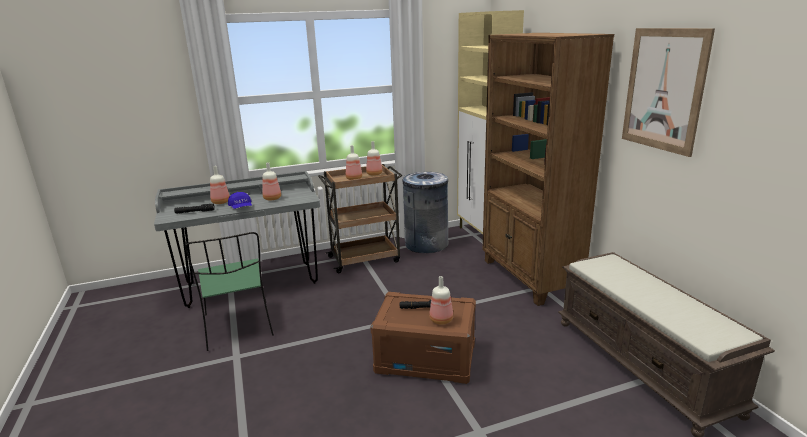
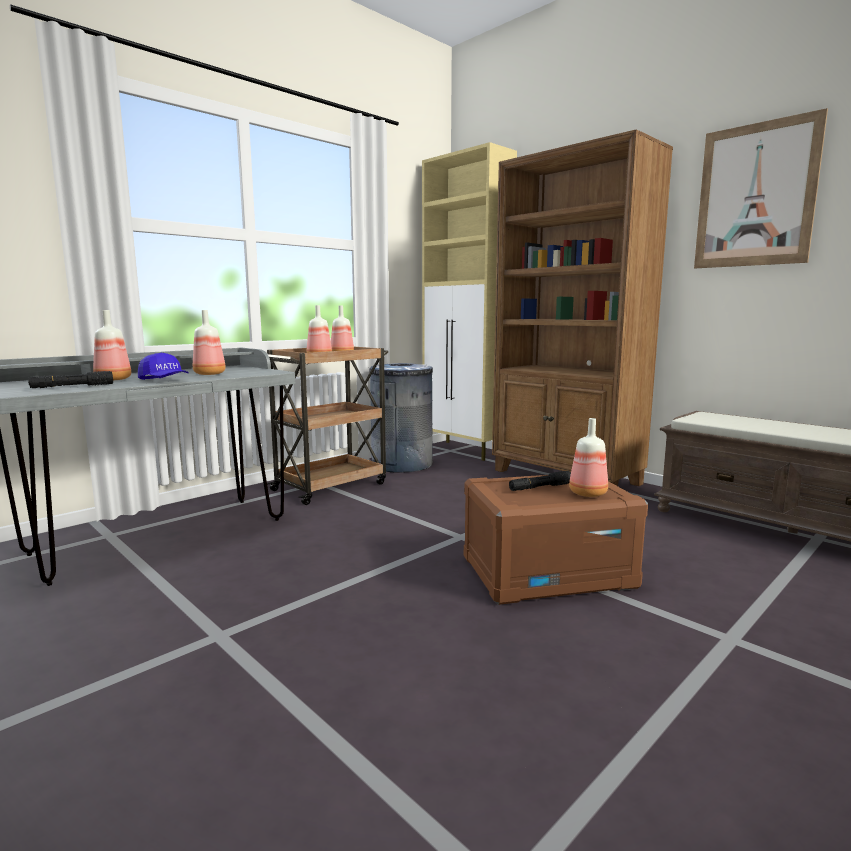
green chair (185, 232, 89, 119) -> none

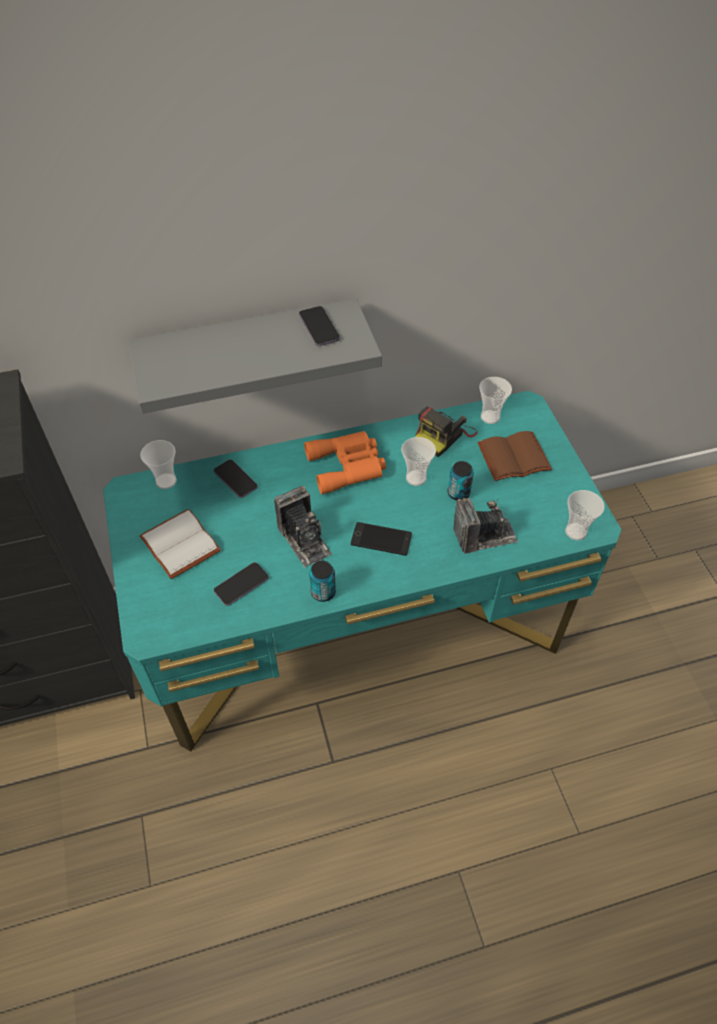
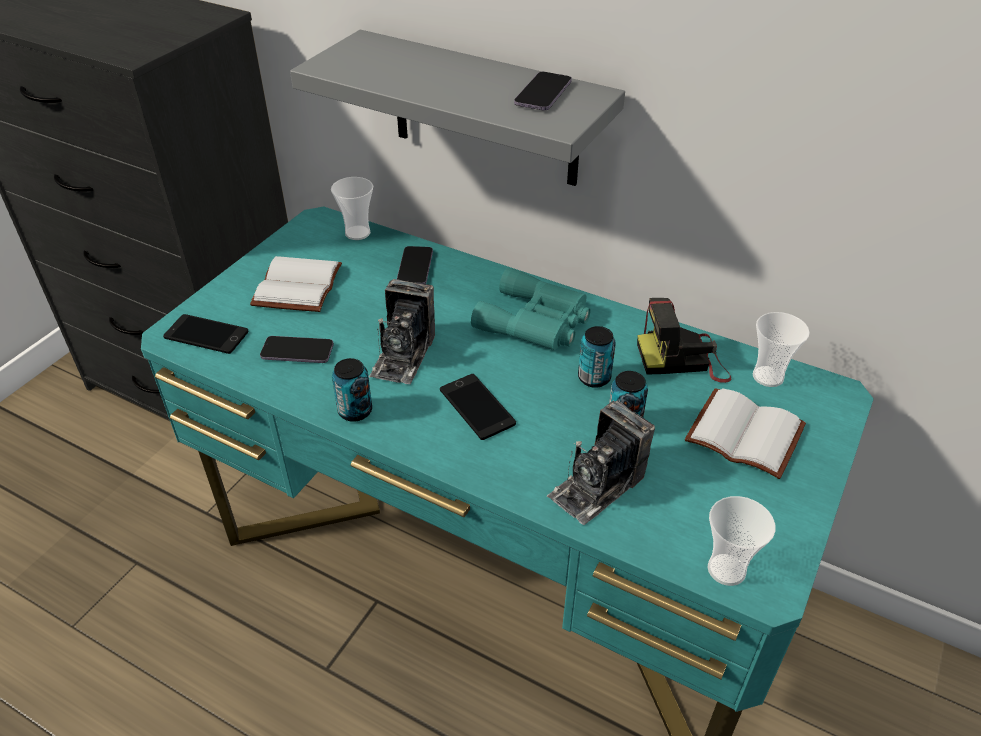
orange binoculars (304, 431, 82, 63) -> turquoise binoculars (471, 268, 120, 82)
cup (401, 437, 35, 49) -> can (578, 326, 38, 62)
photo camera (453, 498, 65, 56) -> photo camera (547, 401, 108, 124), 105 degrees clockwise
brown book (477, 431, 75, 50) -> white book (685, 388, 121, 91)
none -> phone (163, 314, 86, 40)

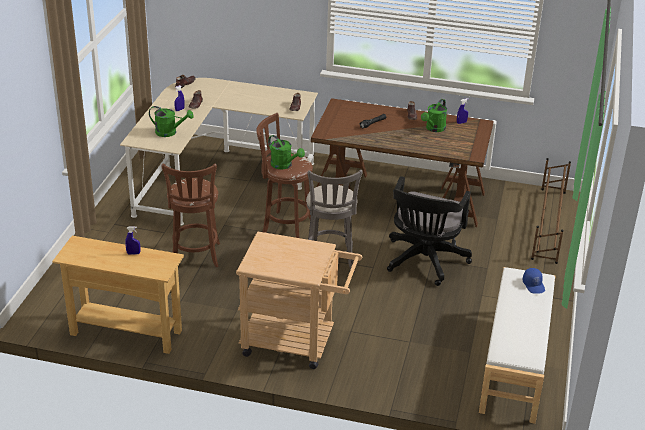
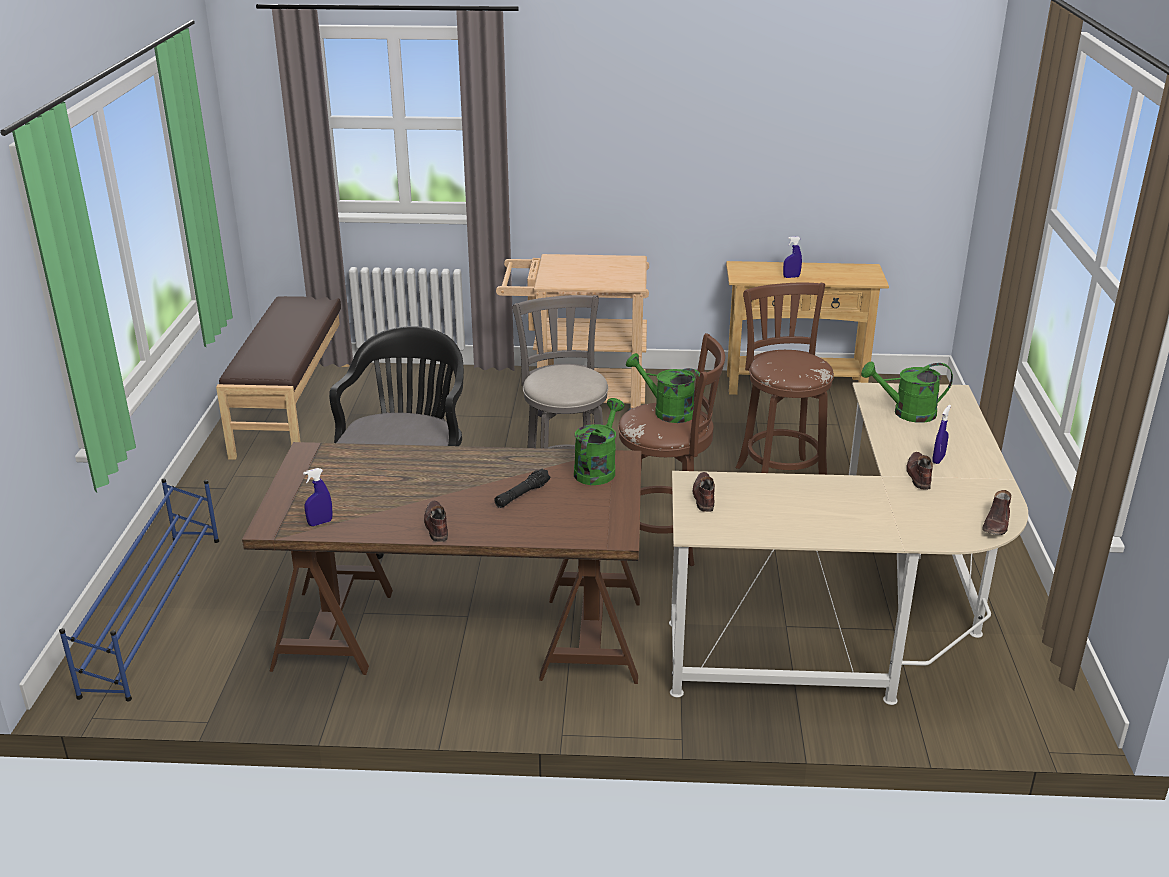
green watering can (421, 99, 26, 33) -> green watering can (574, 398, 51, 87), move
white bench (479, 267, 77, 157) -> brown bench (216, 296, 133, 164)
blue cap (523, 268, 22, 26) -> none
brown shoe rack (531, 158, 40, 106) -> blue shoe rack (59, 479, 160, 222)

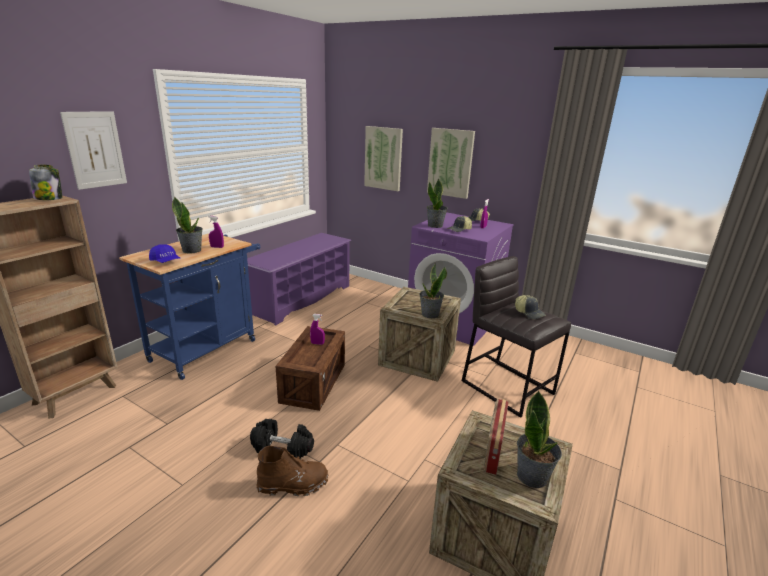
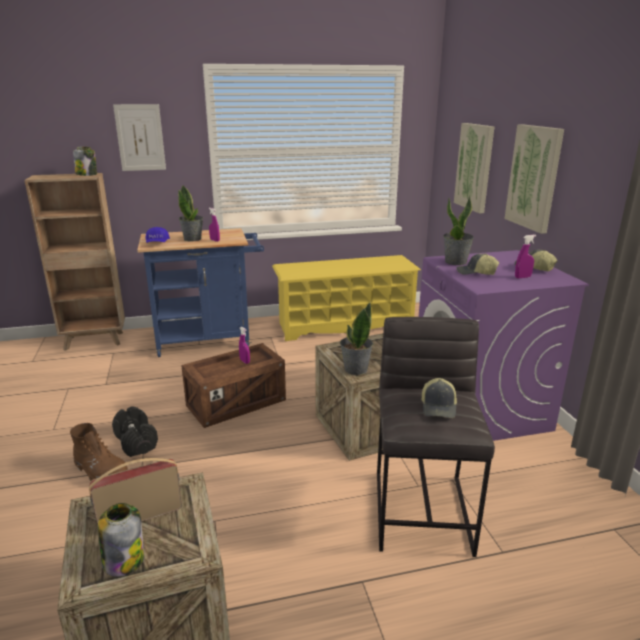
purple shoe rack (247, 233, 104, 92) -> yellow shoe rack (272, 255, 149, 86)
potted plant (517, 391, 45, 97) -> jar (98, 503, 46, 74)

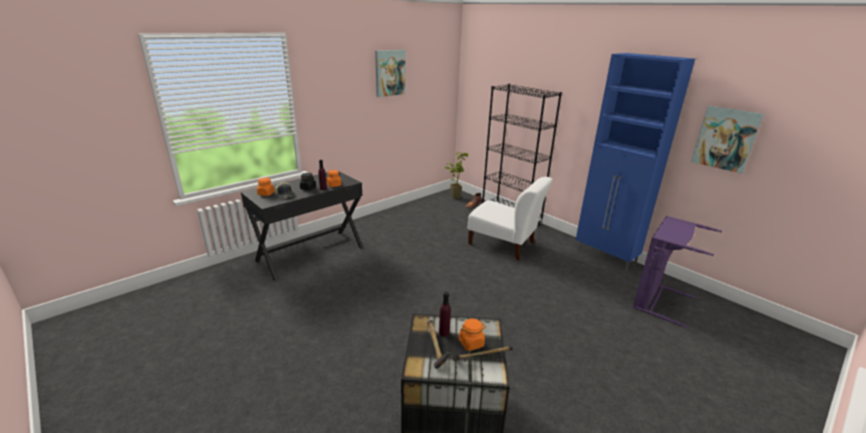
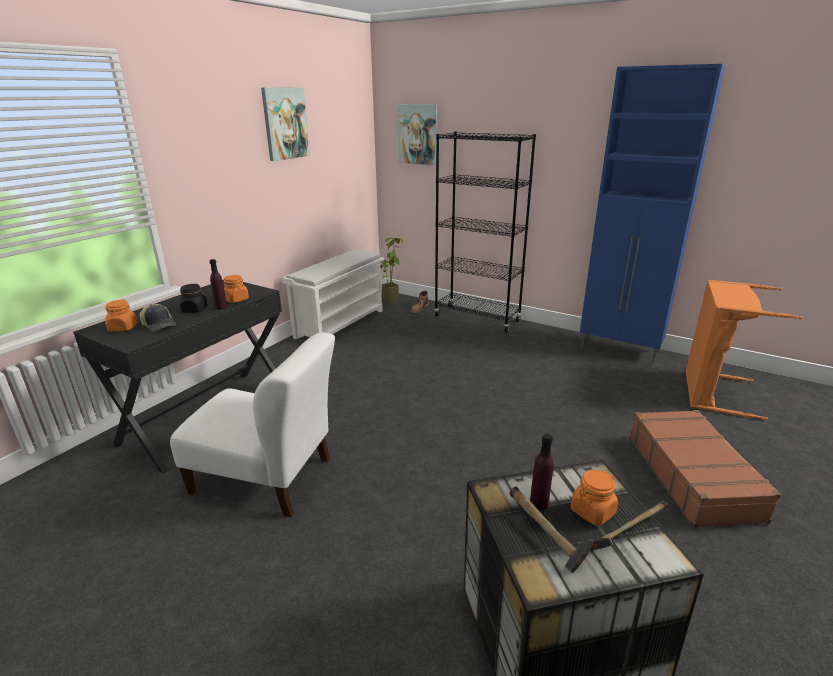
white chair (468, 177, 85, 83) -> white chair (170, 333, 165, 184), move
purple laundry basket (633, 216, 89, 112) -> orange laundry basket (685, 280, 117, 140)
picture (691, 106, 73, 68) -> picture (397, 104, 41, 61), move
none -> white shoe rack (282, 249, 102, 90)
none -> brown suitcase (630, 410, 151, 117)

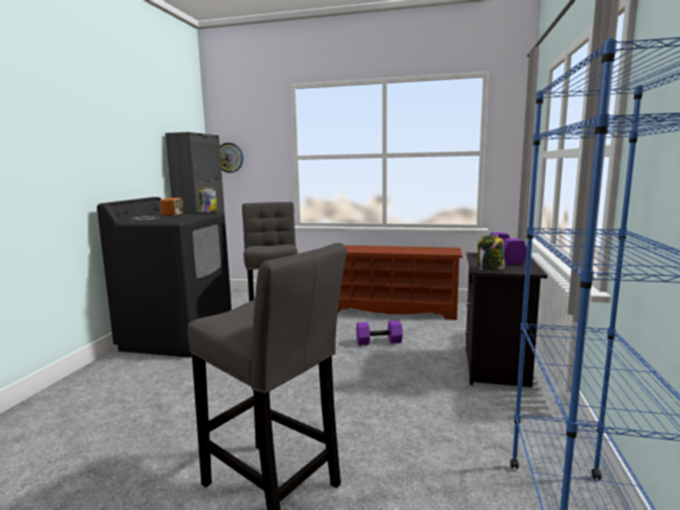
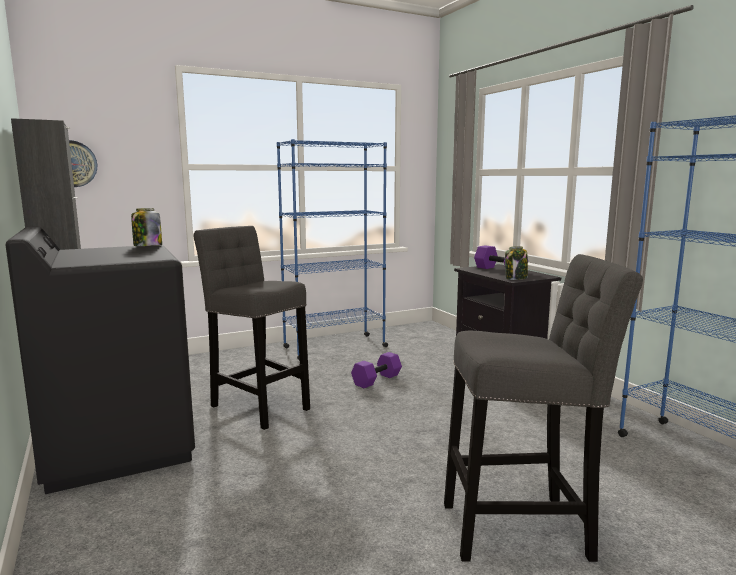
radio (132, 198, 52, 22) -> none
brown shoe rack (338, 245, 125, 75) -> blue bookcase (277, 139, 111, 222)

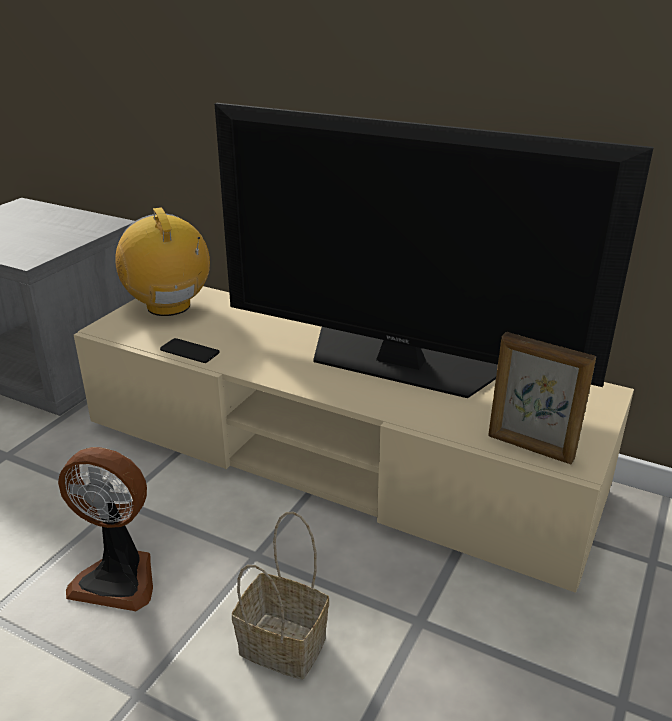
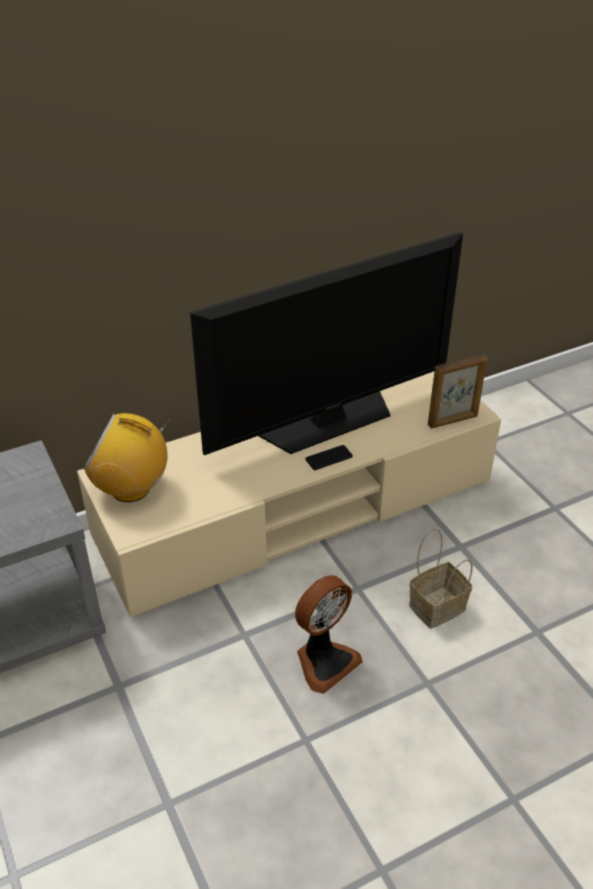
phone (160, 338, 60, 25) -> phone (305, 445, 48, 25), move

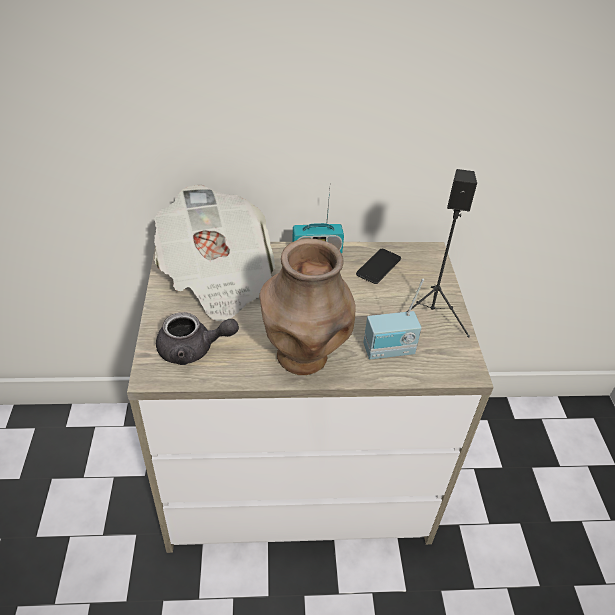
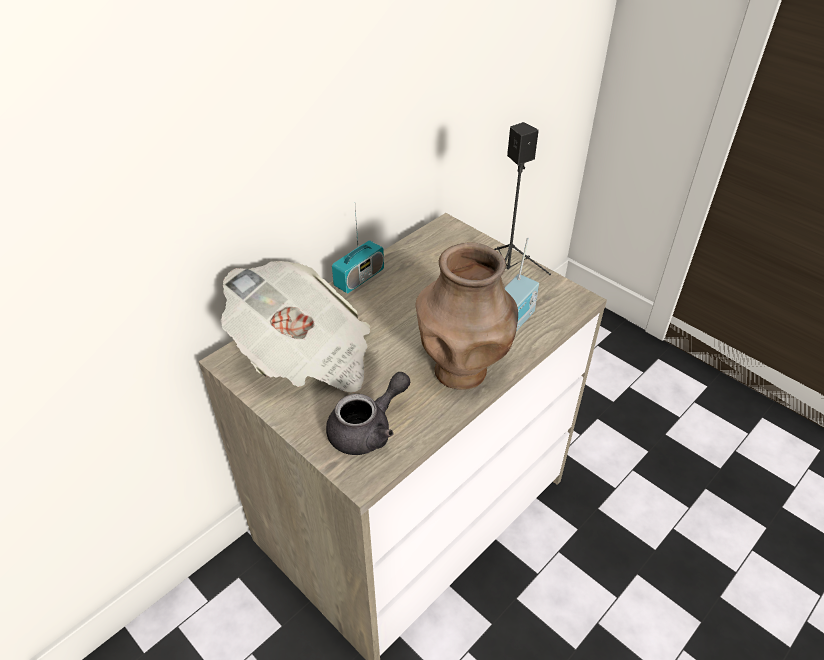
phone (356, 249, 45, 35) -> none

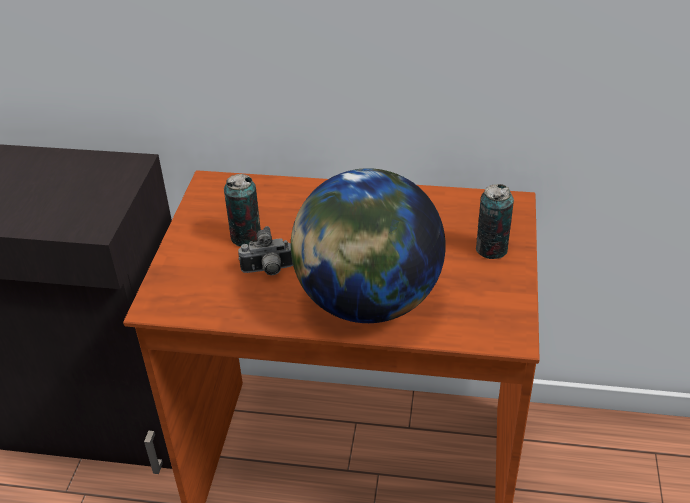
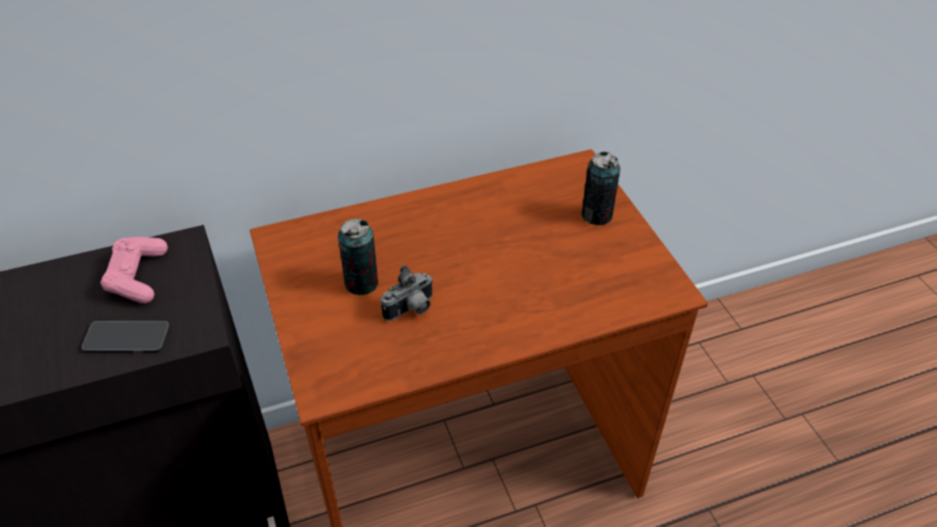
globe (291, 168, 154, 155) -> none
none -> phone (81, 321, 89, 31)
none -> pink game controller (100, 237, 68, 67)

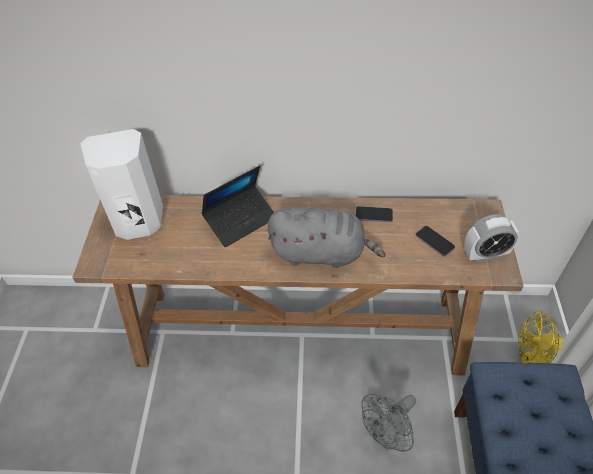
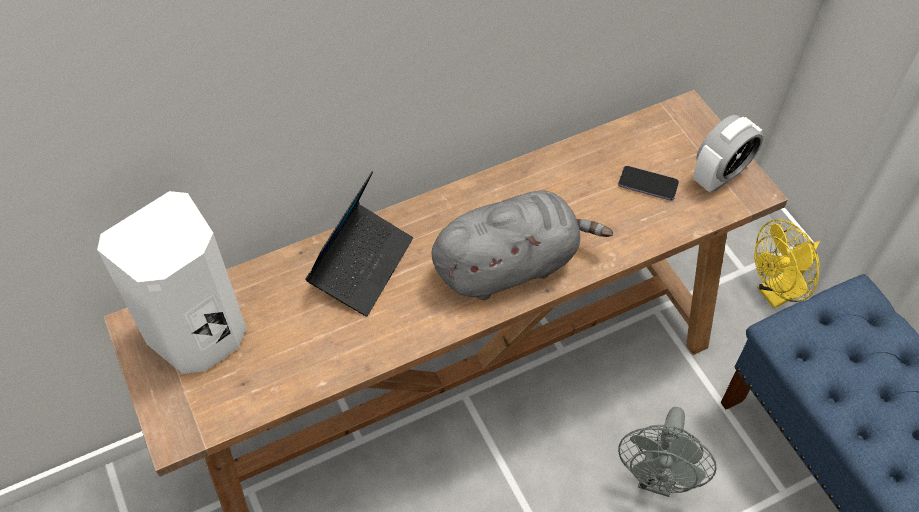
phone (356, 206, 37, 16) -> none

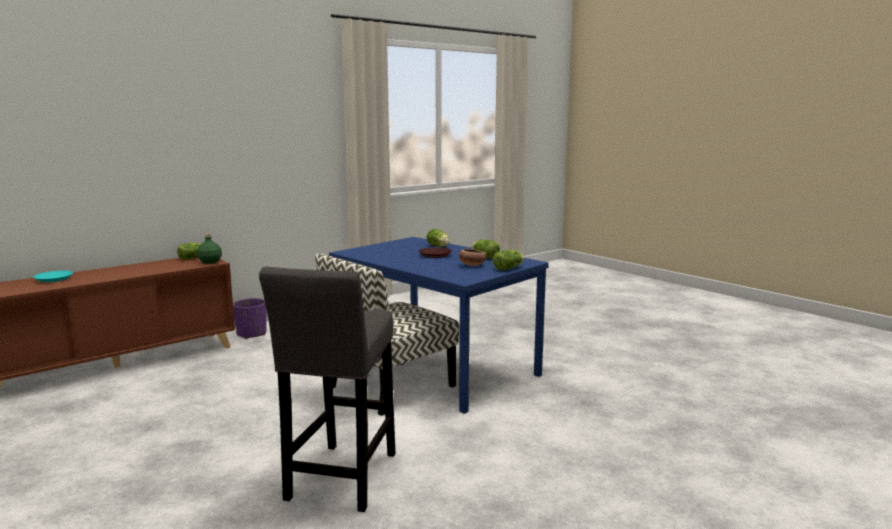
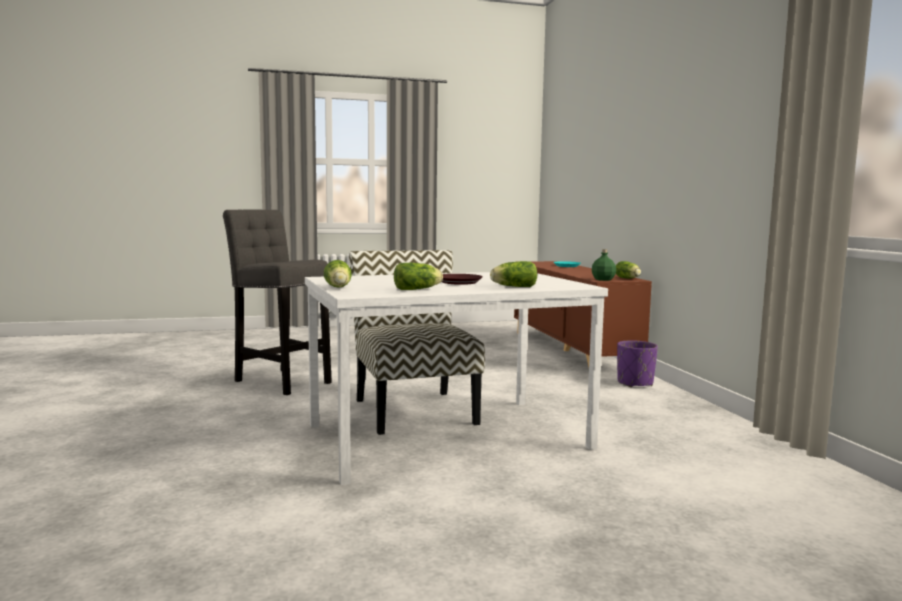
blue dining table (329, 237, 220, 177) -> white dining table (305, 272, 303, 213)
bowl (459, 249, 28, 17) -> none

